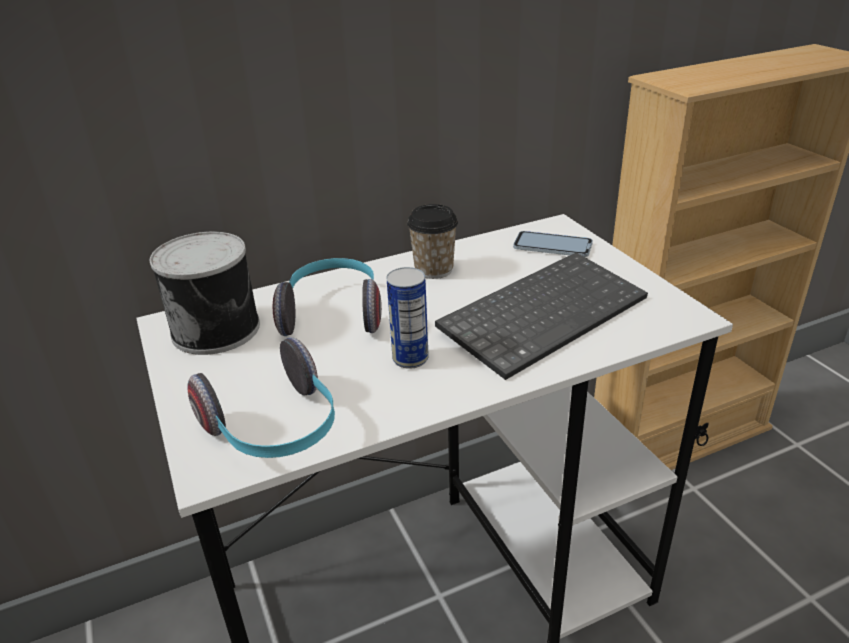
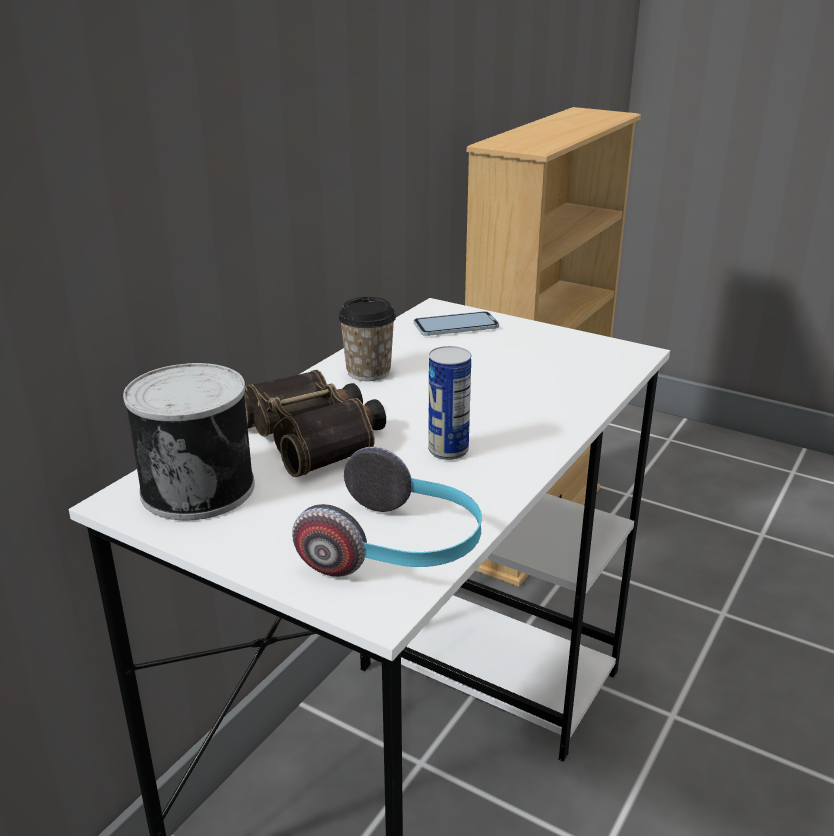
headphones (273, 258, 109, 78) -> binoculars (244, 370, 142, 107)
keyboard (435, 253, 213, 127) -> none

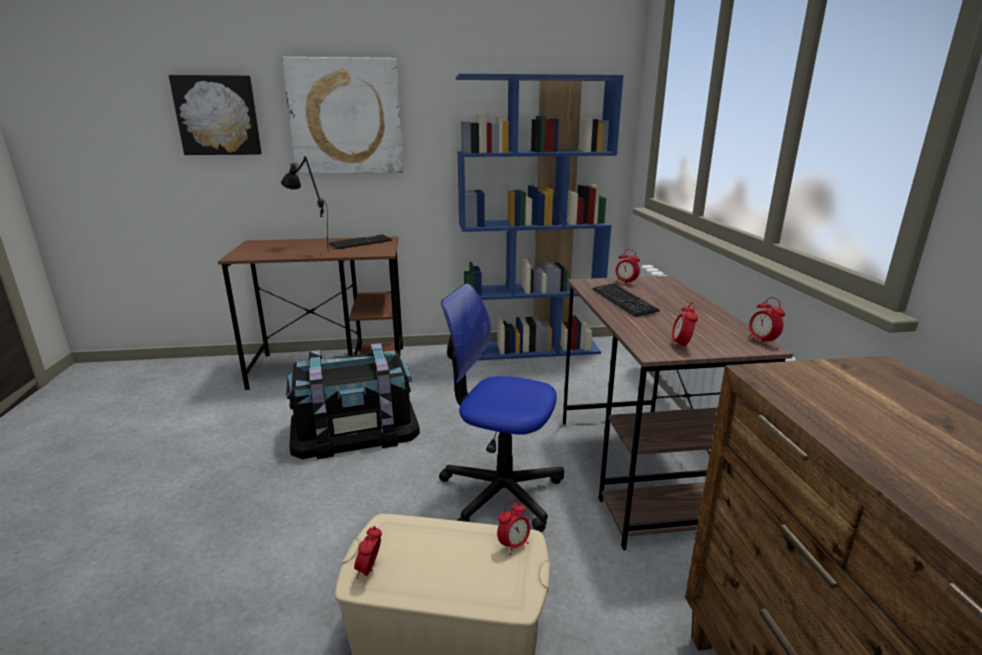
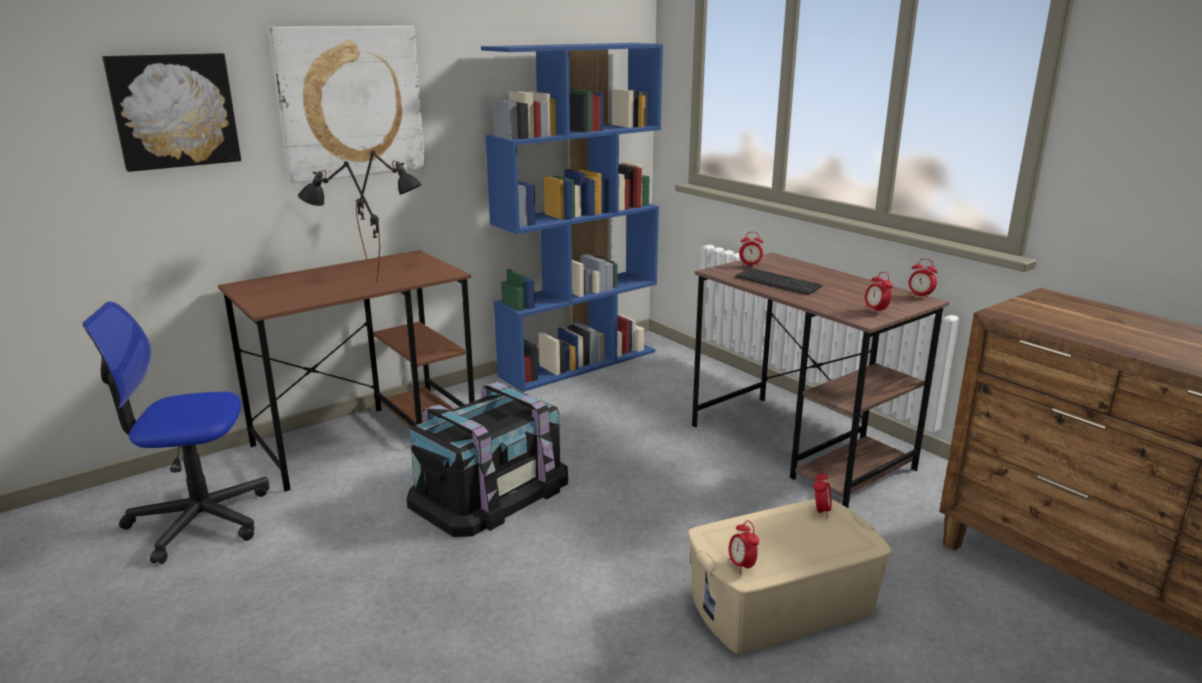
keyboard (329, 234, 63, 15) -> black table lamp (356, 150, 66, 115)
office chair (439, 284, 125, 248) -> office chair (83, 302, 186, 262), move

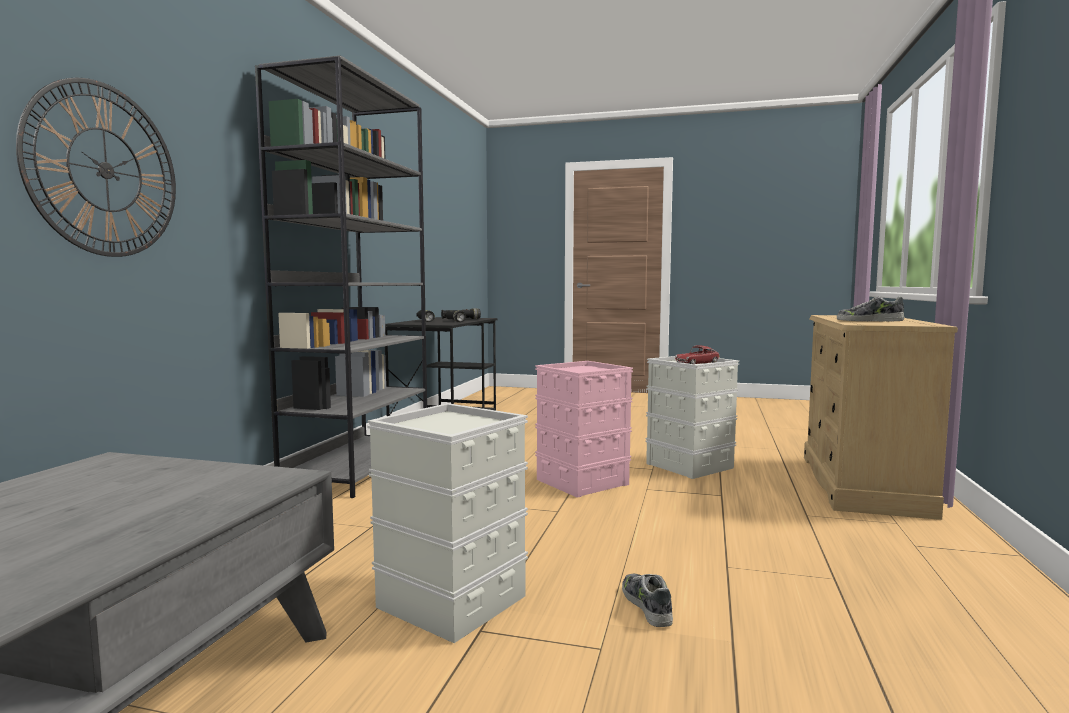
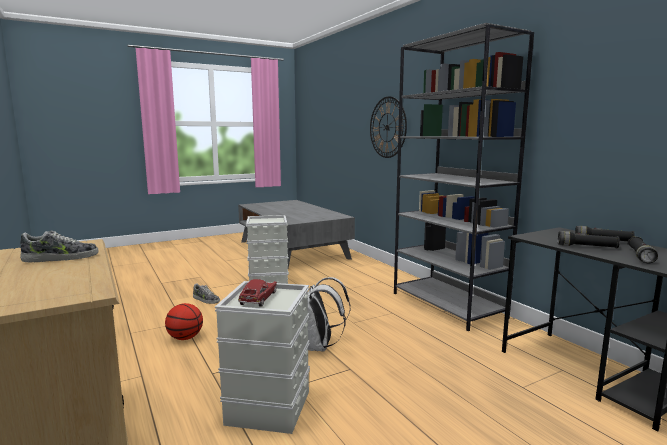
pink storage box (535, 361, 98, 137) -> white backpack (307, 277, 44, 75)
none -> basketball (165, 303, 38, 37)

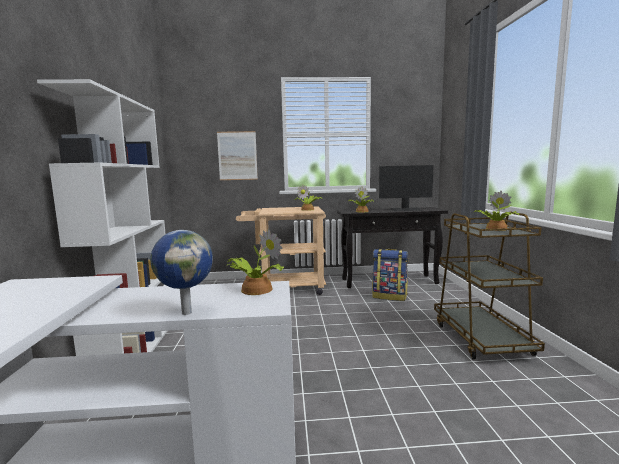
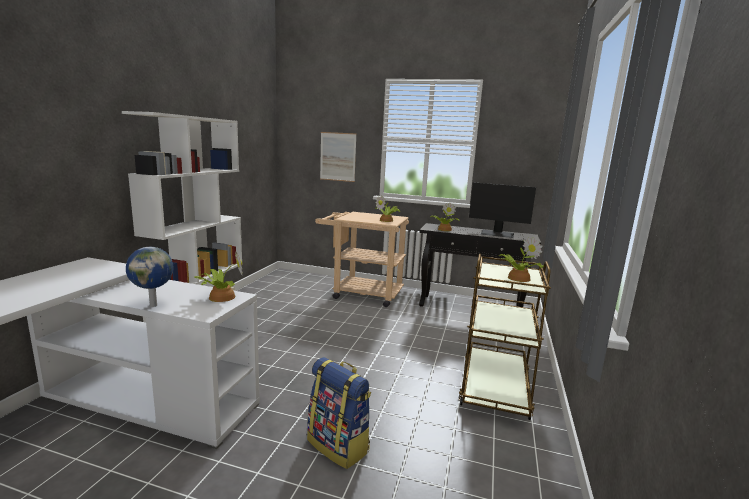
backpack (372, 249, 37, 52) -> backpack (307, 357, 64, 112), move

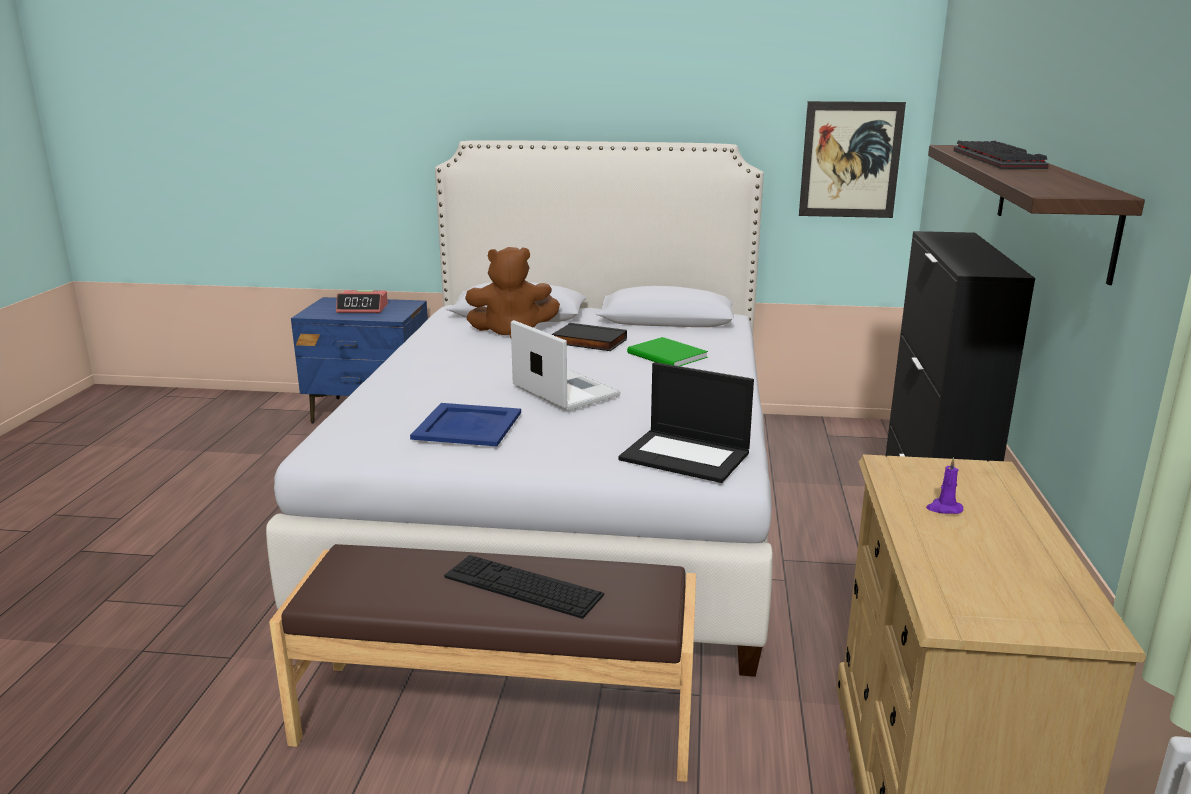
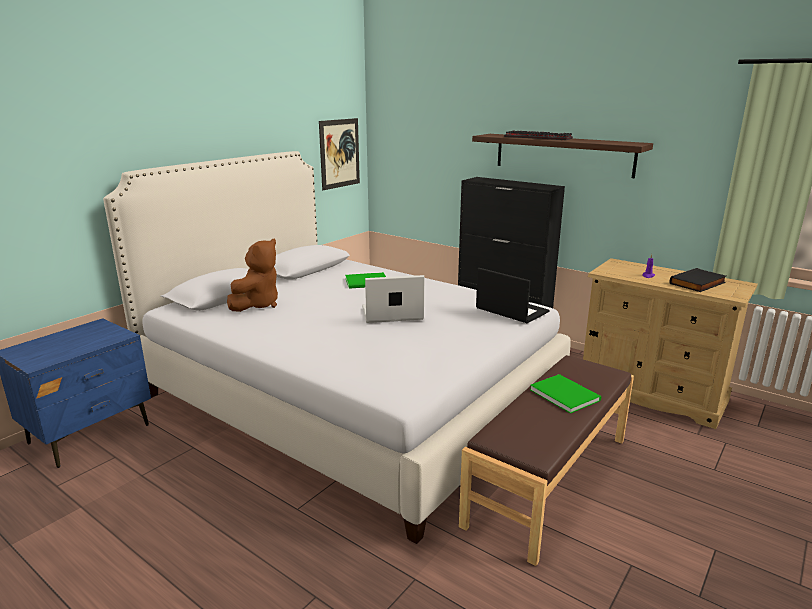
alarm clock (336, 290, 52, 23) -> none
blue tray (410, 403, 111, 43) -> none
keyboard (444, 555, 160, 64) -> green book (530, 374, 71, 40)
black book (552, 323, 75, 28) -> black book (669, 268, 57, 24), move
laptop (618, 362, 136, 121) -> laptop (476, 268, 73, 55), 105 degrees counterclockwise

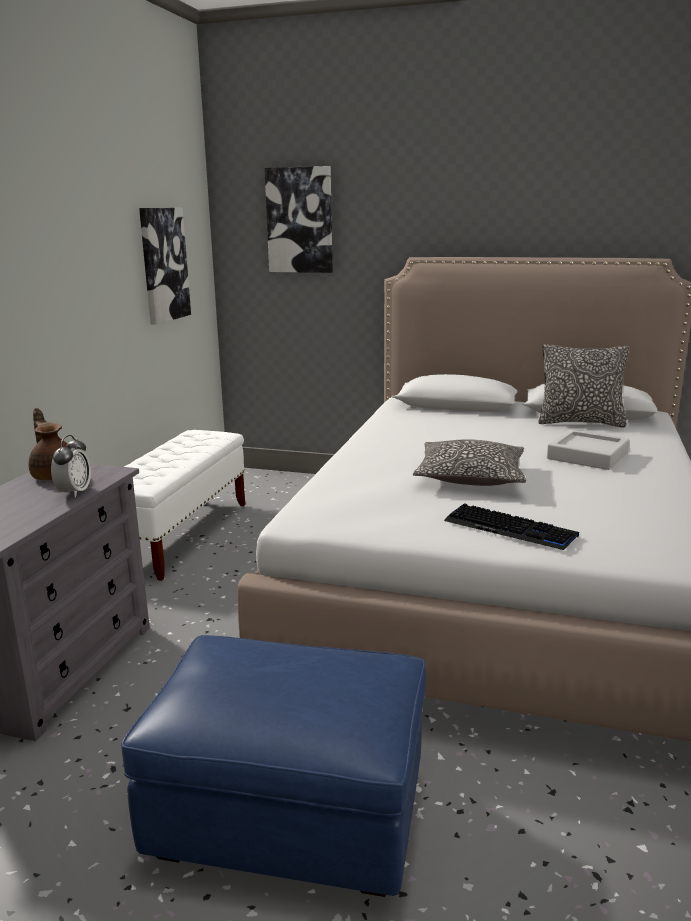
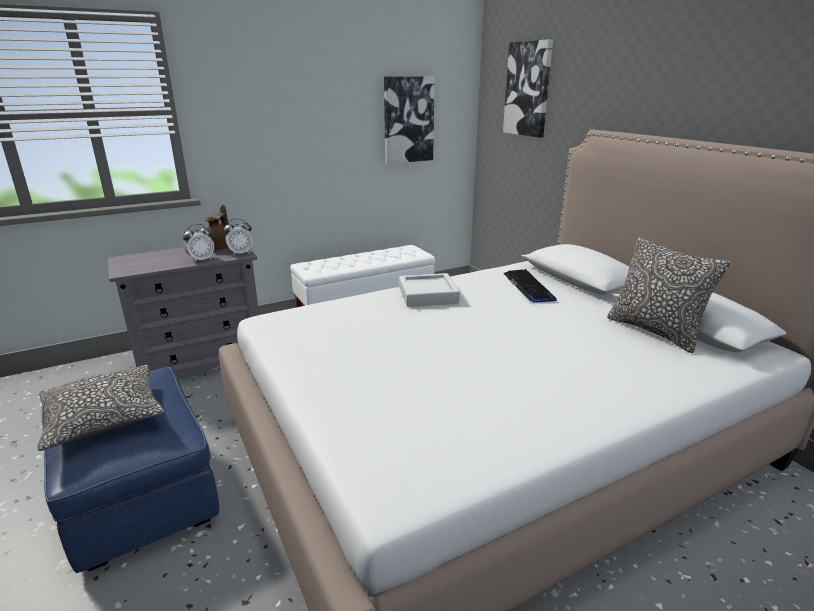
pillow (413, 439, 113, 47) -> pillow (38, 365, 126, 86), move
keyboard (444, 503, 135, 47) -> keyboard (503, 269, 54, 33), move
grey tray (547, 430, 82, 40) -> grey tray (399, 273, 61, 34), move
none -> alarm clock (223, 219, 30, 37)

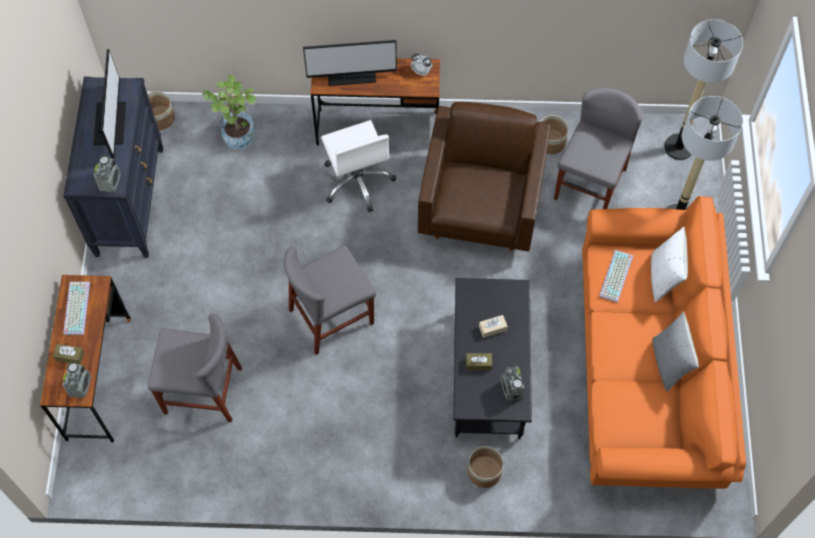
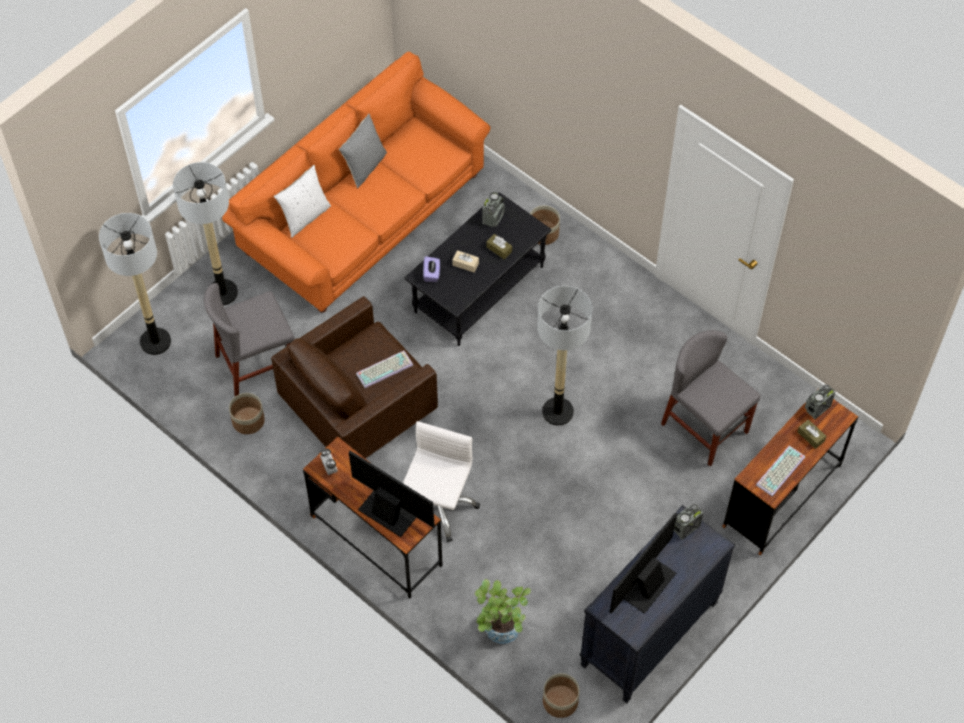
grey chair (283, 245, 93, 110) -> floor lamp (537, 286, 55, 140)
keyboard (599, 250, 34, 53) -> keyboard (356, 351, 57, 37), move
none -> purple tissue box (423, 256, 17, 26)

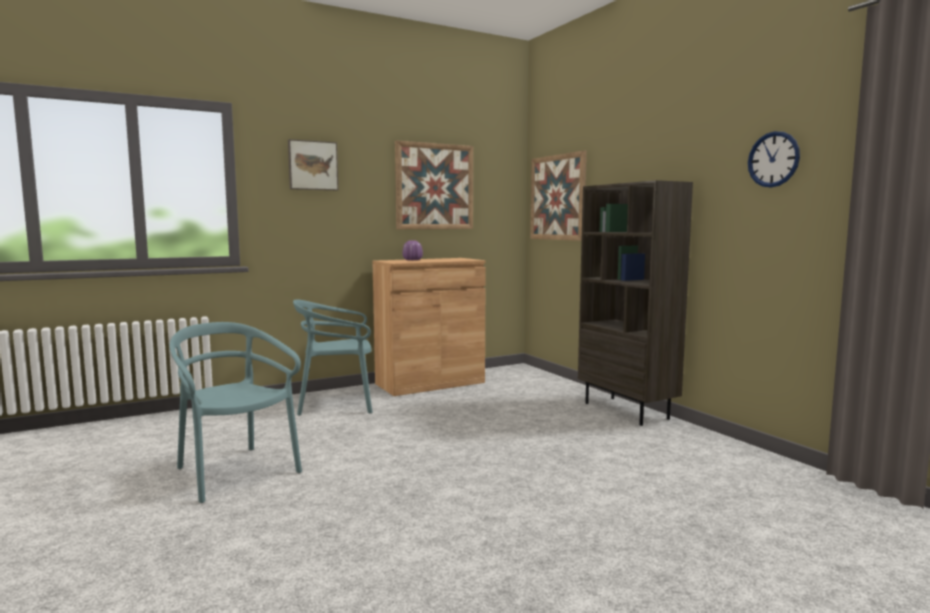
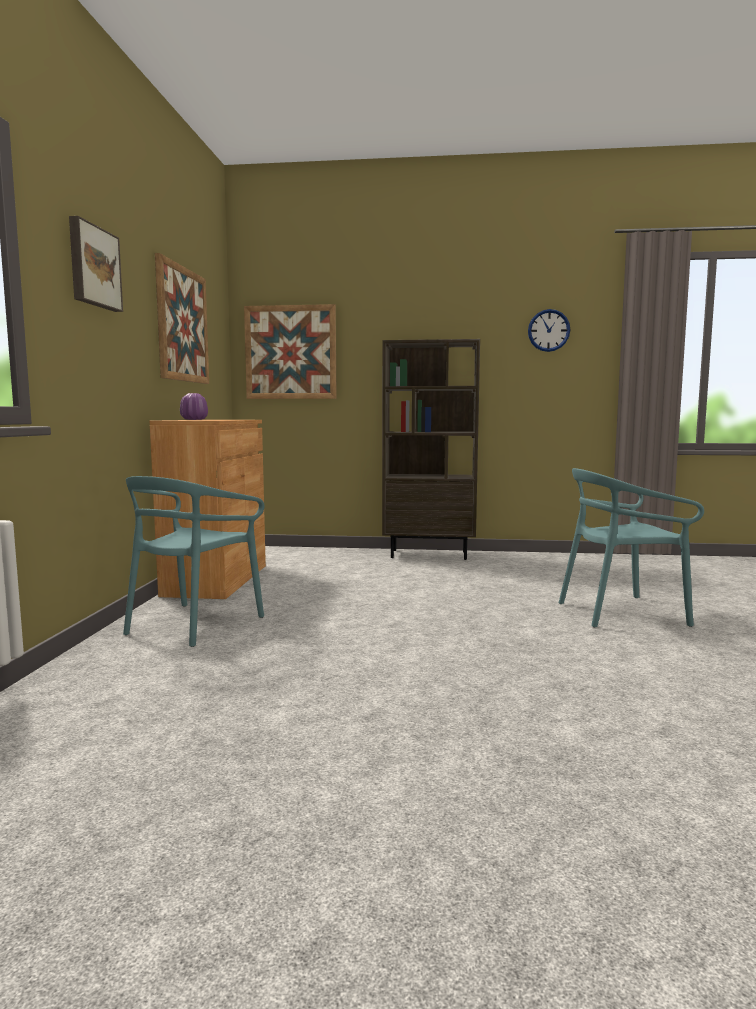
turquoise chair (170, 322, 132, 181) -> turquoise chair (559, 468, 145, 159), move

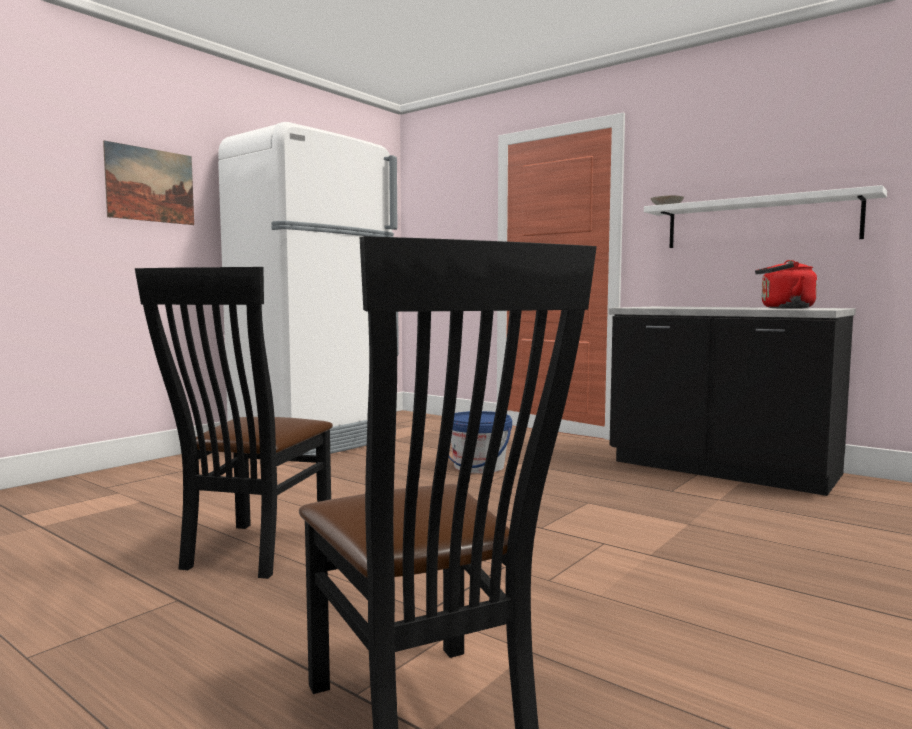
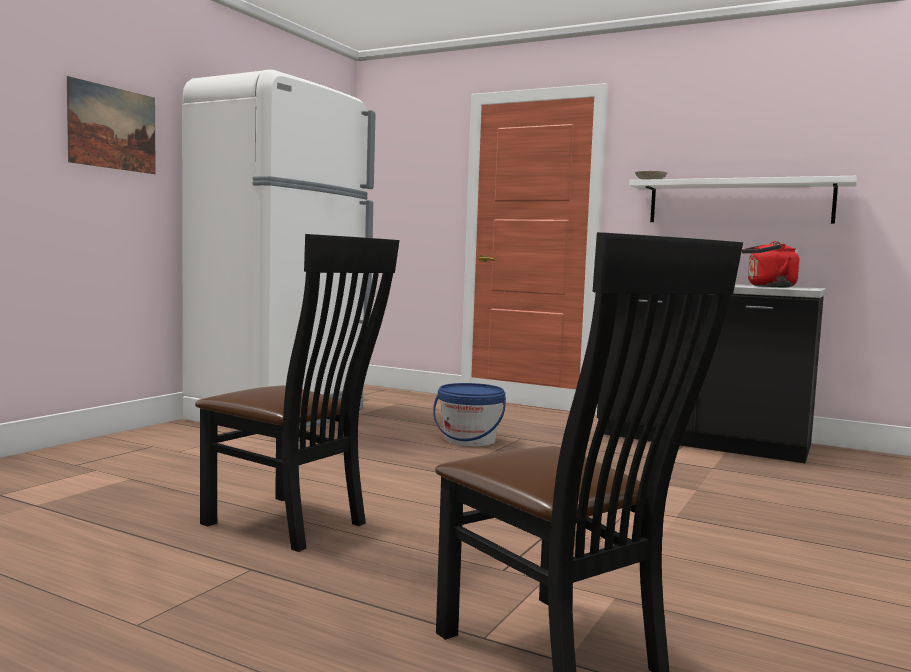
black chair (135, 267, 198, 312) -> black chair (195, 234, 205, 318), 60 degrees counterclockwise

